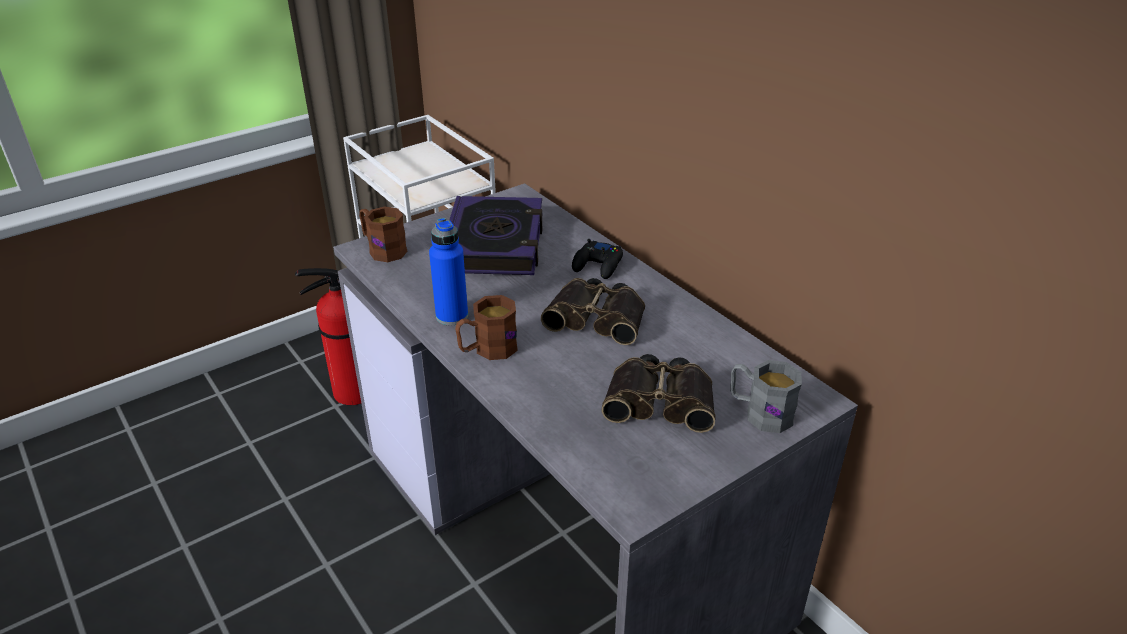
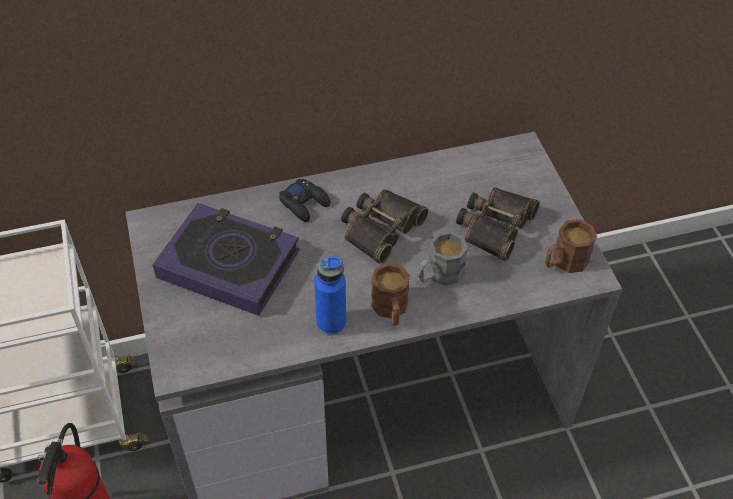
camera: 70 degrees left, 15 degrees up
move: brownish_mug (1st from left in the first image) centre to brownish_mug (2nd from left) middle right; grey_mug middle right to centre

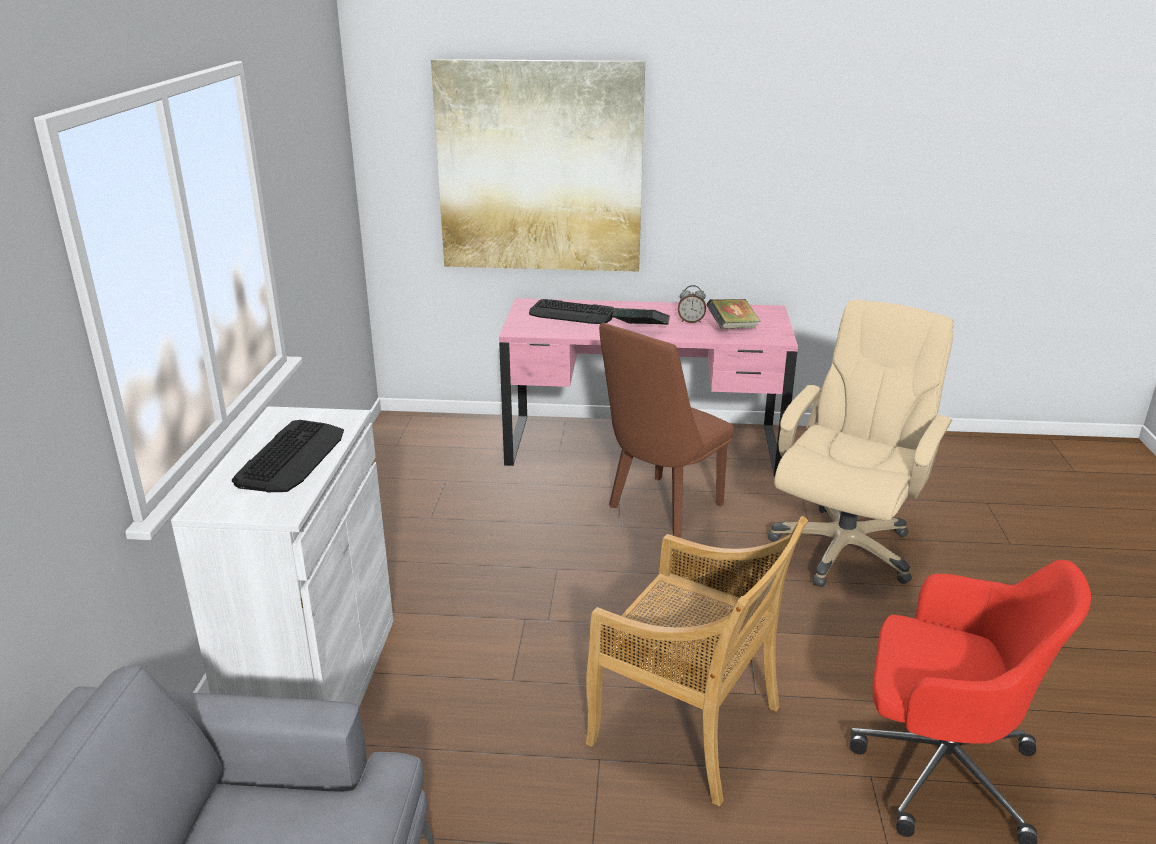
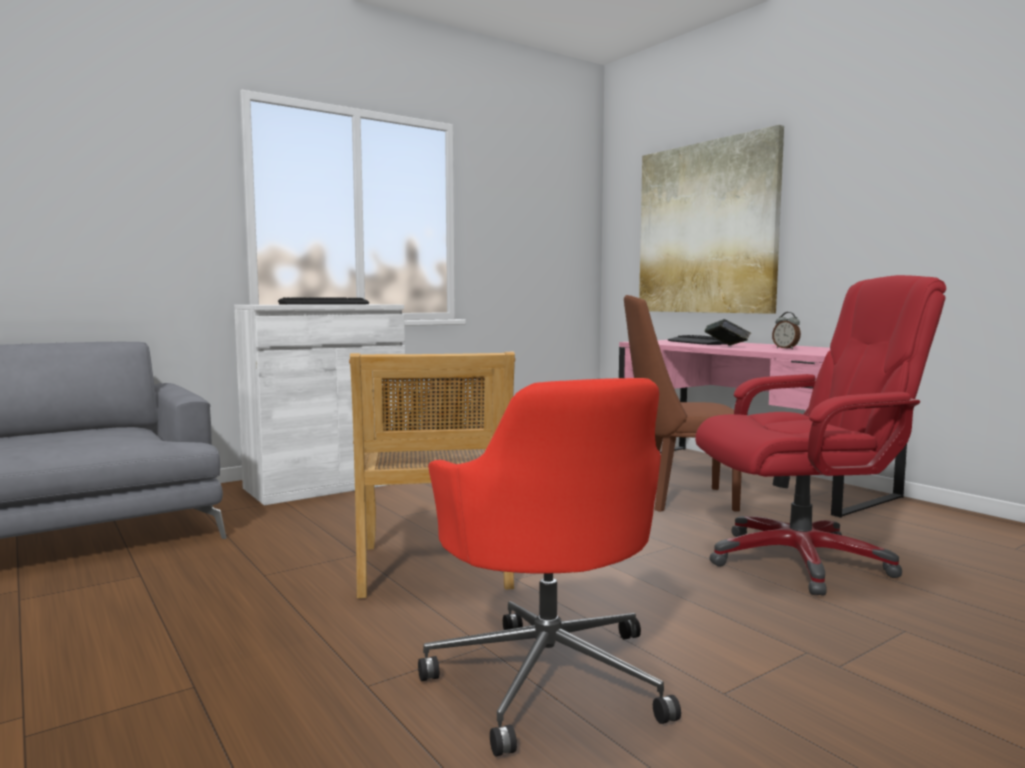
camera: 50 degrees right, 20 degrees down
delete: volume (2nd from left) centre
recolor: beige-coloured_computer_chair middle right to red-coloured_computer_chair (2nd from left) middle right

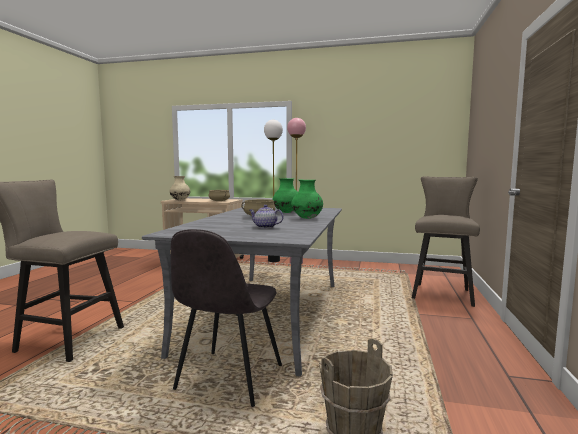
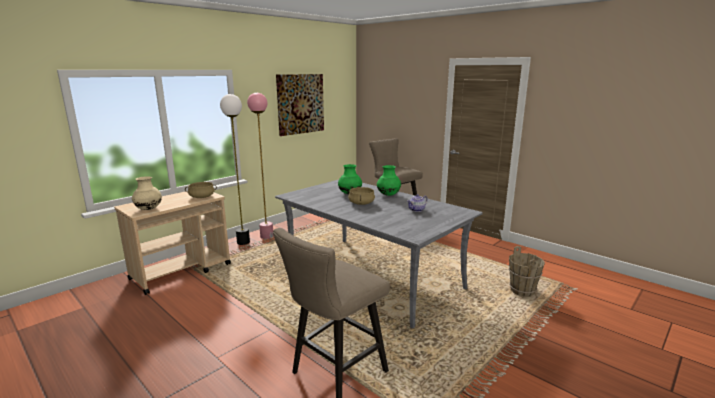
camera: 60 degrees left, 10 degrees up
delete: grey_upright_chair bottom centre
insert: wall_art top centre

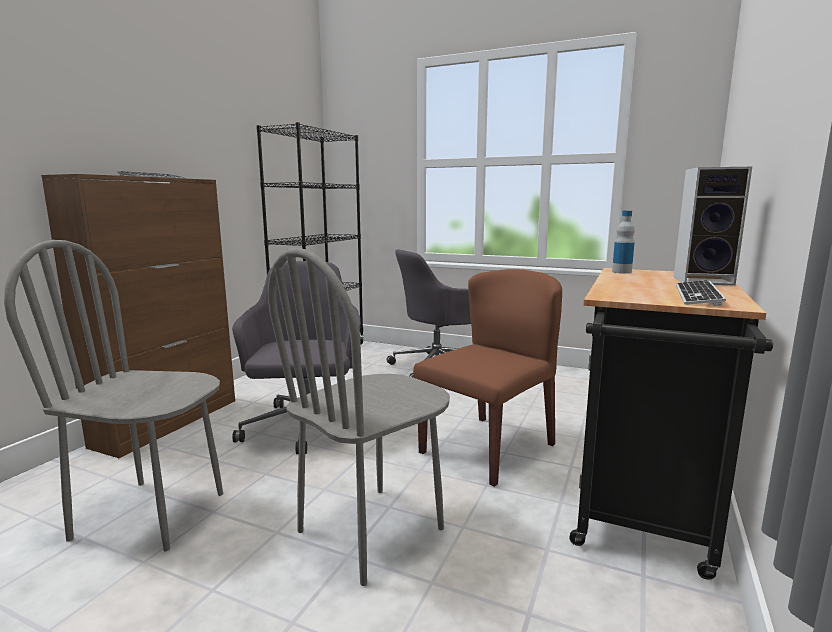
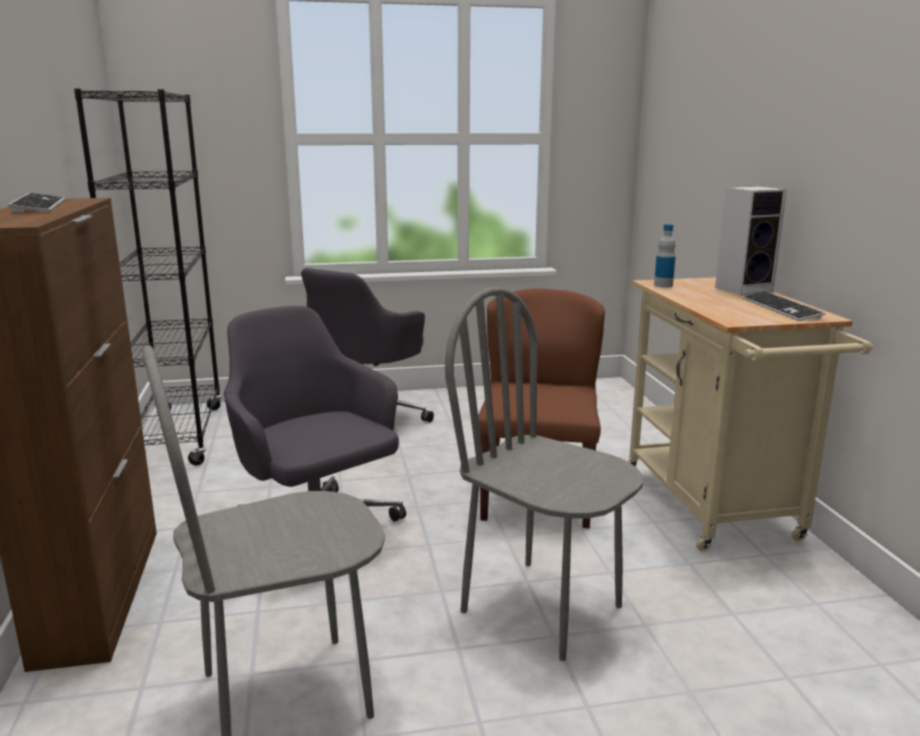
camera: 35 degrees left, 5 degrees up
recolor: black-coloured_cart bottom right to beige-coloured_cart middle right
rotate: grey_upright_chair (2nd from left) centre = centre 120 degrees clockwise

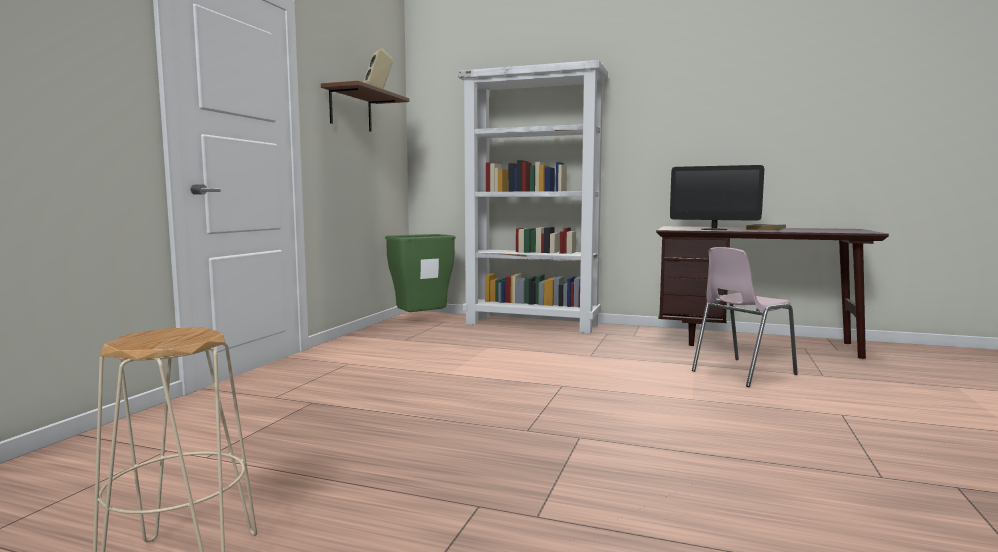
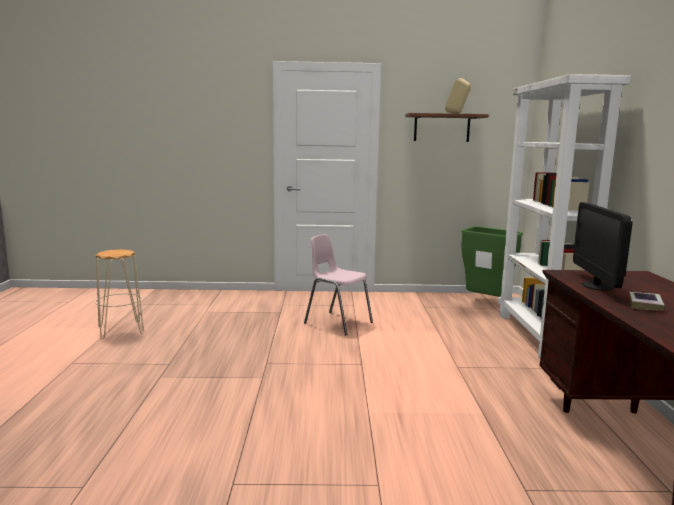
camera: 70 degrees right, 5 degrees up
move: pinkish_upright_chair middle right to centre

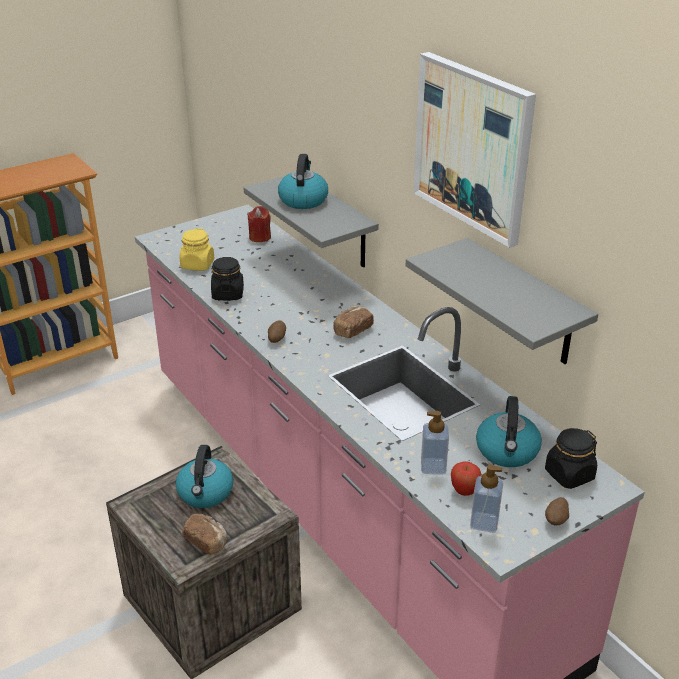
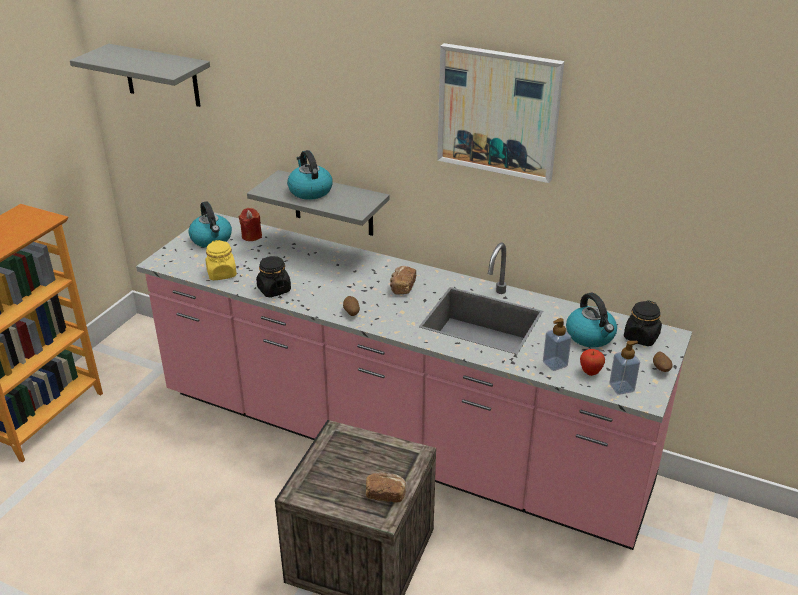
camera: 30 degrees left, 0 degrees up
move: kettle (1st from left) bottom left to middle left; grey_wall_shelf (2nd from left in the first image) middle right to grey_wall_shelf (1st from left) top left

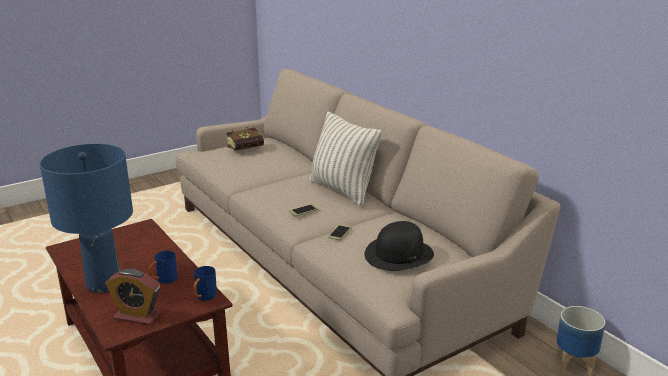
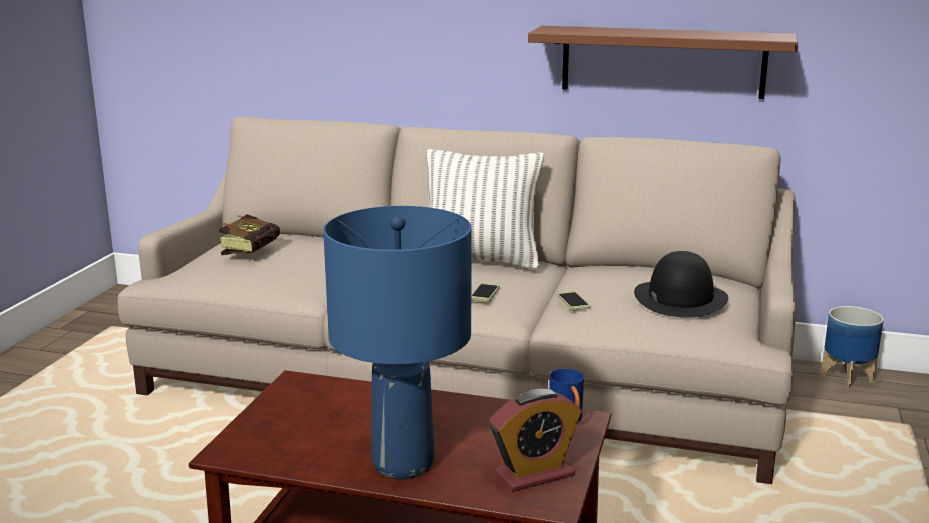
camera: 40 degrees left, 5 degrees down
delete: blue_mug (1st from left) bottom left
insert: brownish_wall_shelf top right

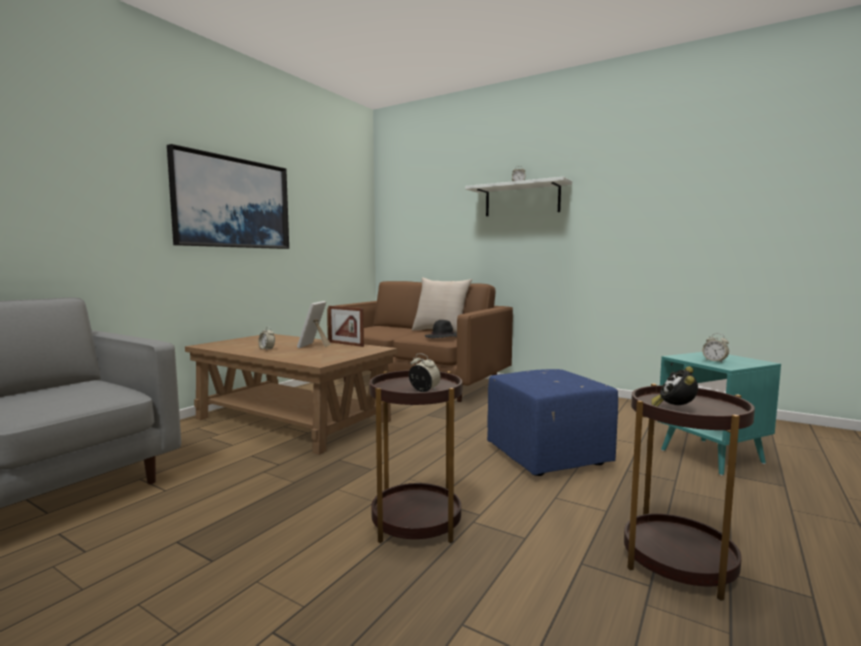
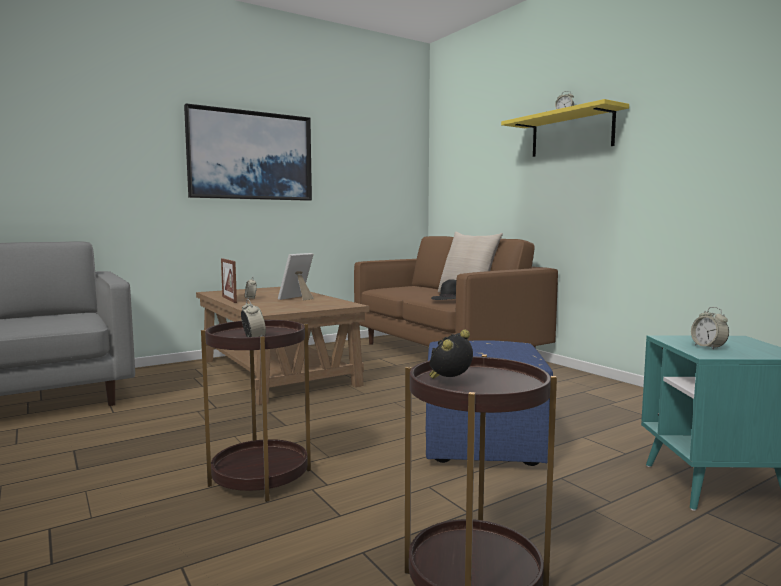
camera: 25 degrees right, 0 degrees up
move: photo_frame (2nd from left in the first image) centre to photo_frame (1st from left) middle left
recolor: white-coloured_wall_shelf top centre to yellowish_wall_shelf top right

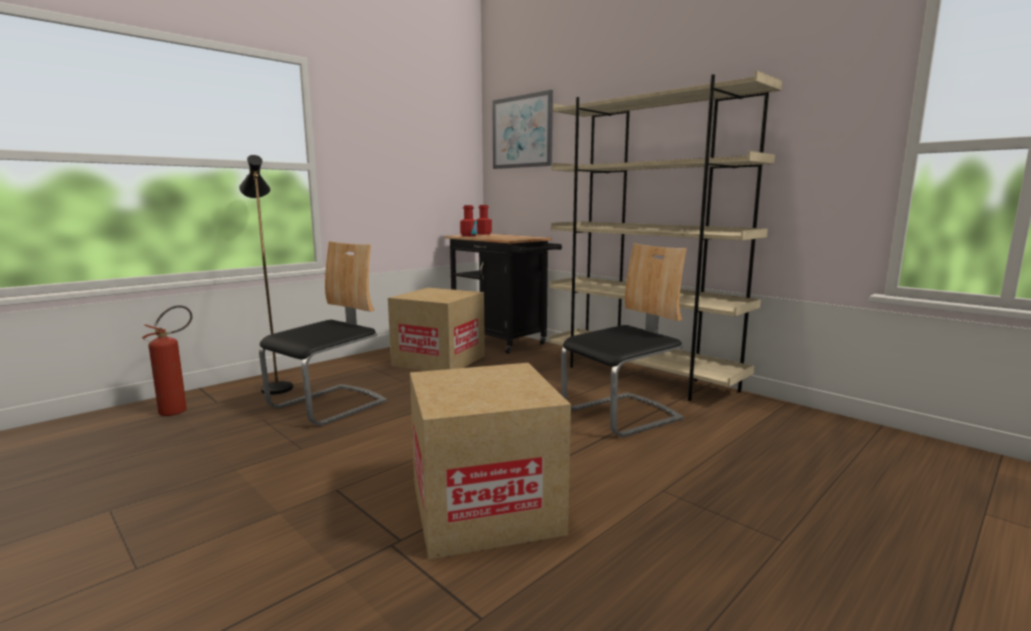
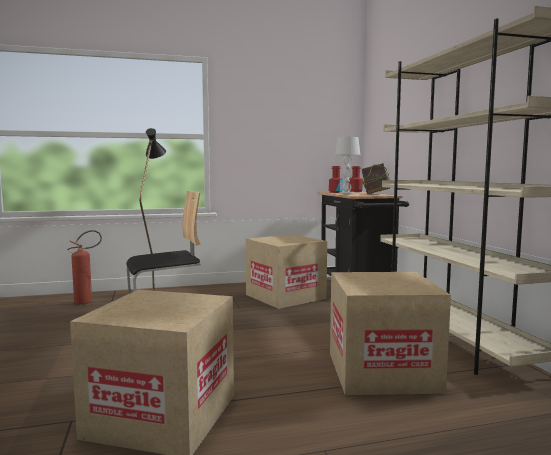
camera: 30 degrees right, 5 degrees down
delete: wall_art top centre
insert: white-coloured_lamp_for_a_table centre; volume middle right
replace: upright_chair (2nd from left) centre to carton (3rd from left) bottom right

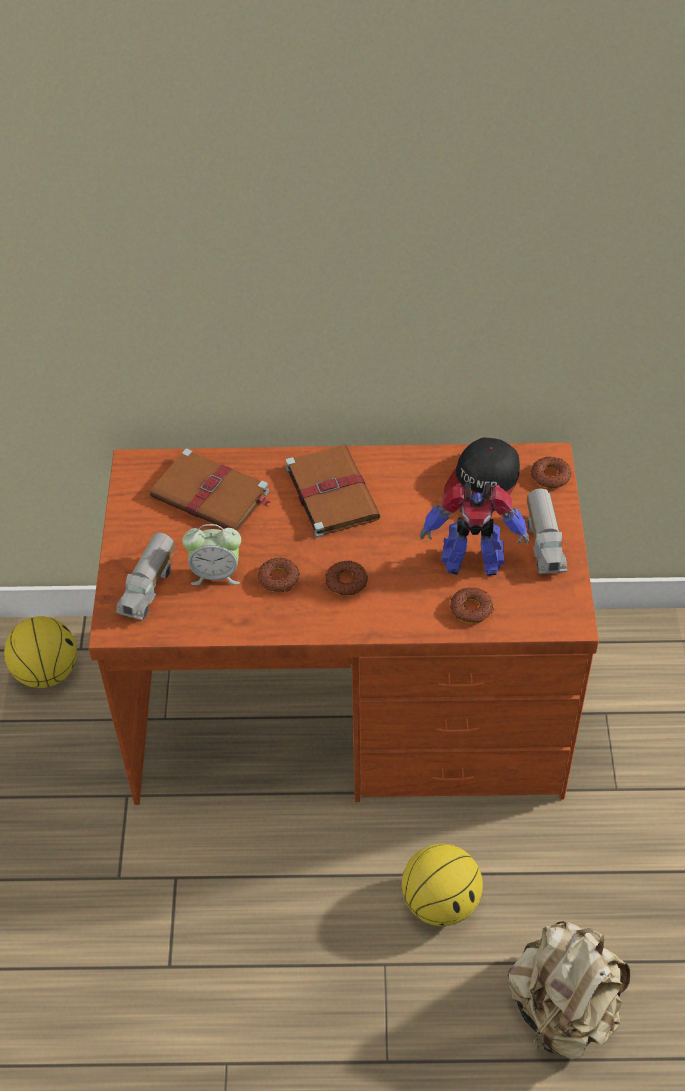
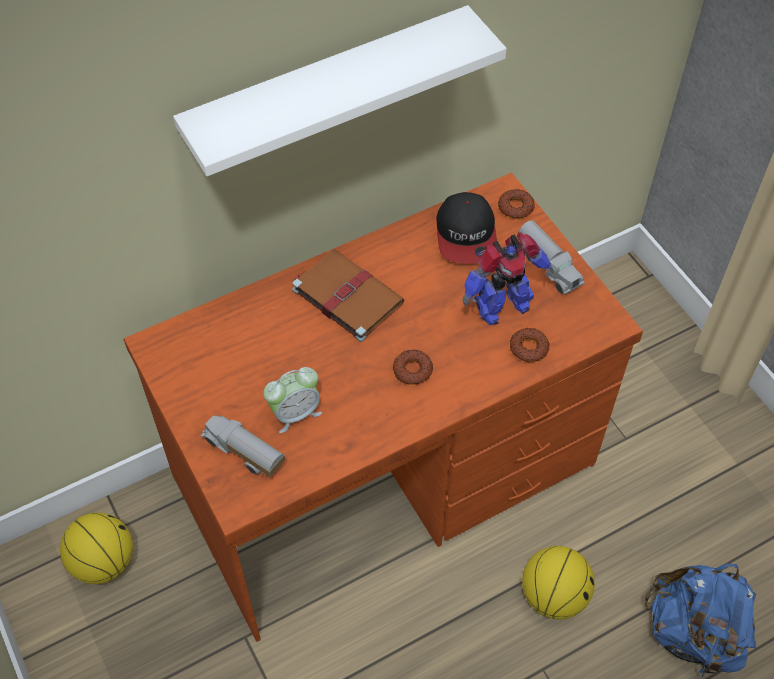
camera: 30 degrees left, 5 degrees up
delete: brownish_volume (1st from left) middle left; donut (1st from left) centre
insert: white-coloured_wall_shelf top centre
recolor: beige-coloured_knapsack bottom right to blue_knapsack bottom right
rotate: toy_truck (1st from left) middle left = middle left 135 degrees clockwise

